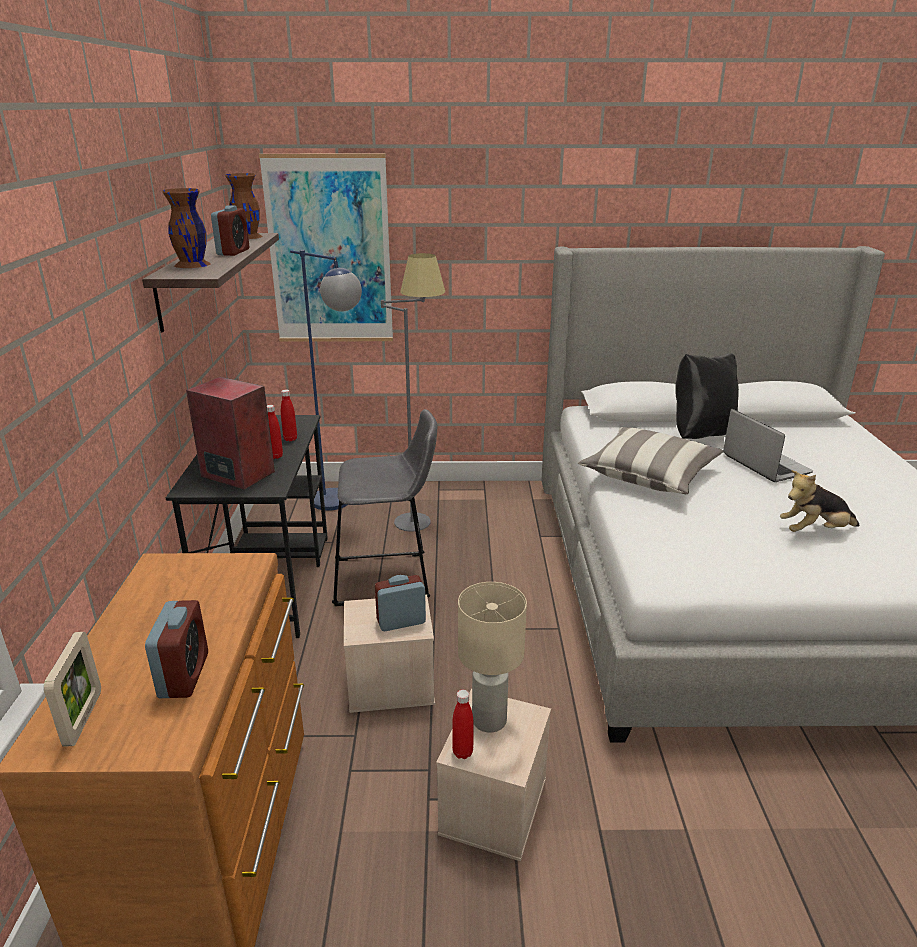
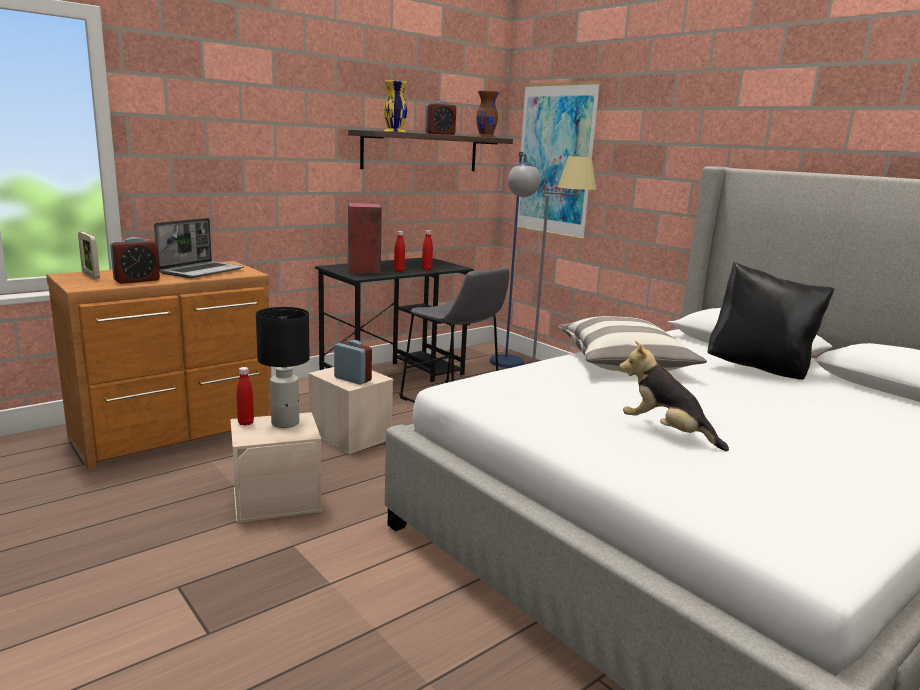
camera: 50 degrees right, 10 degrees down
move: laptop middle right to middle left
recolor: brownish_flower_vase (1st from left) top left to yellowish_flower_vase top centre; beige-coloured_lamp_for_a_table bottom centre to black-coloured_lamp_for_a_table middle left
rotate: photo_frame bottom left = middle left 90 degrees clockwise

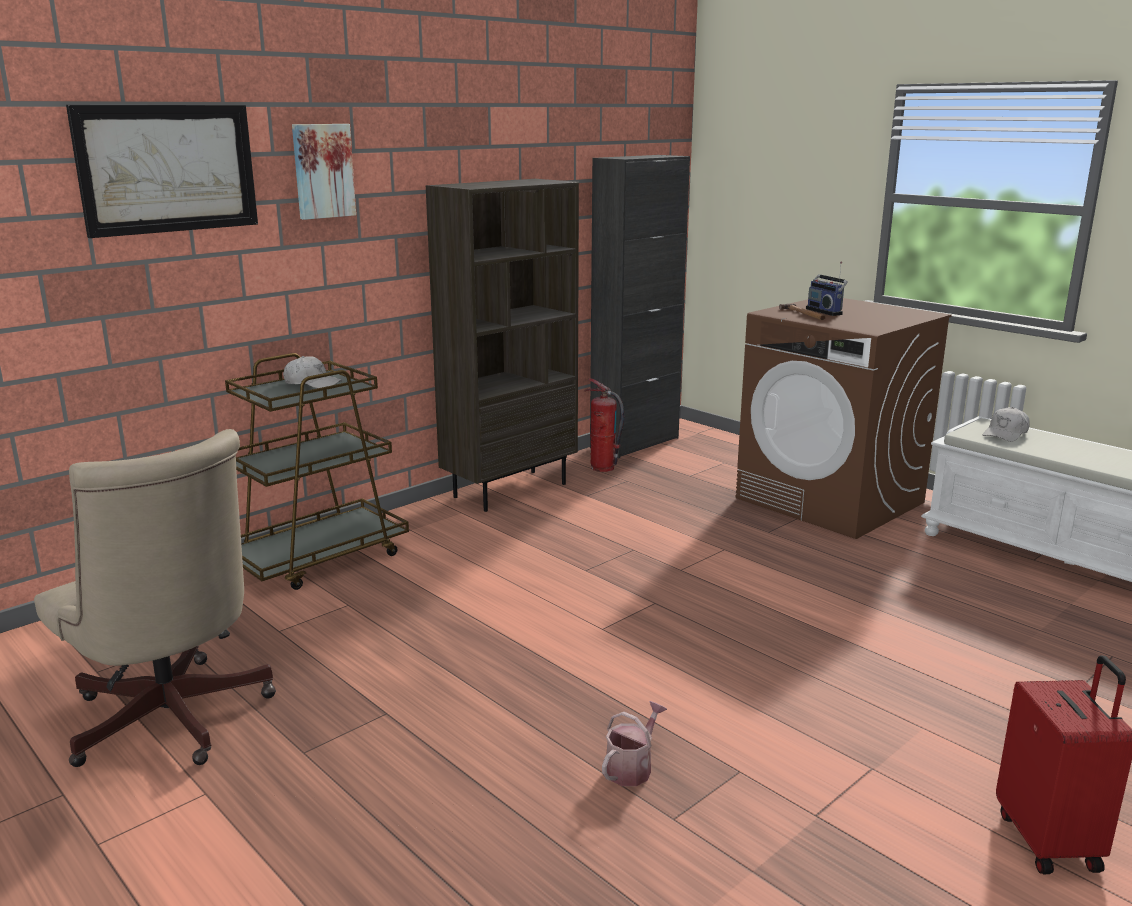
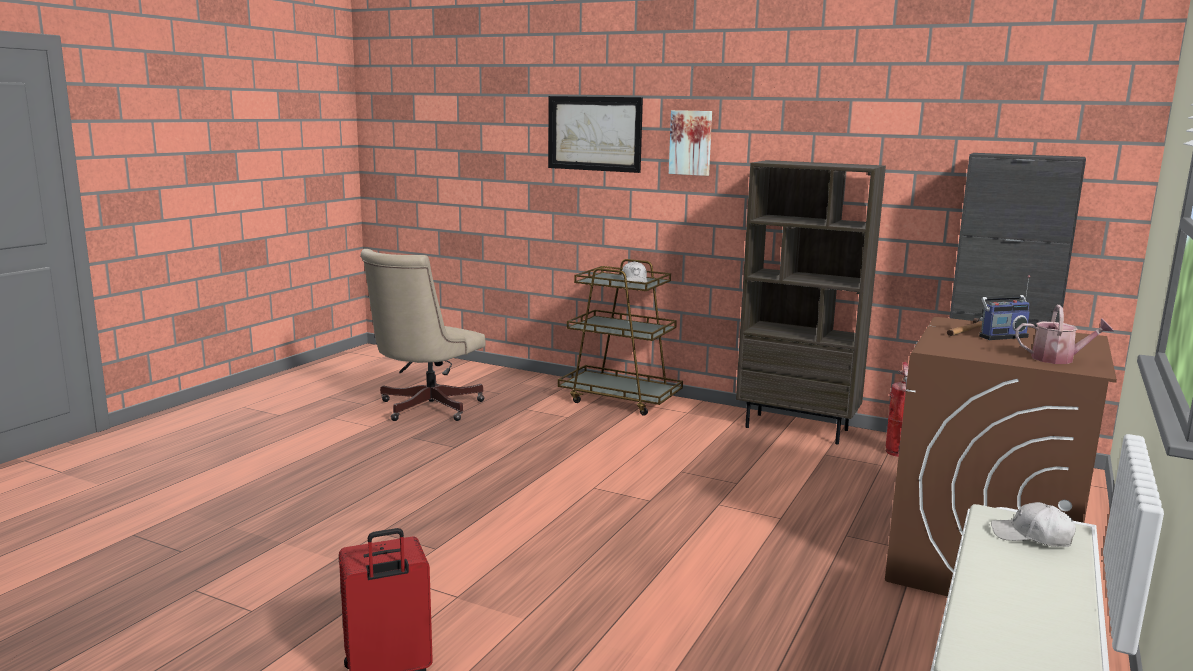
camera: 70 degrees right, 5 degrees down
move: sprinkling_can bottom centre to middle right
rotate: radio top right = middle right 150 degrees counterclockwise

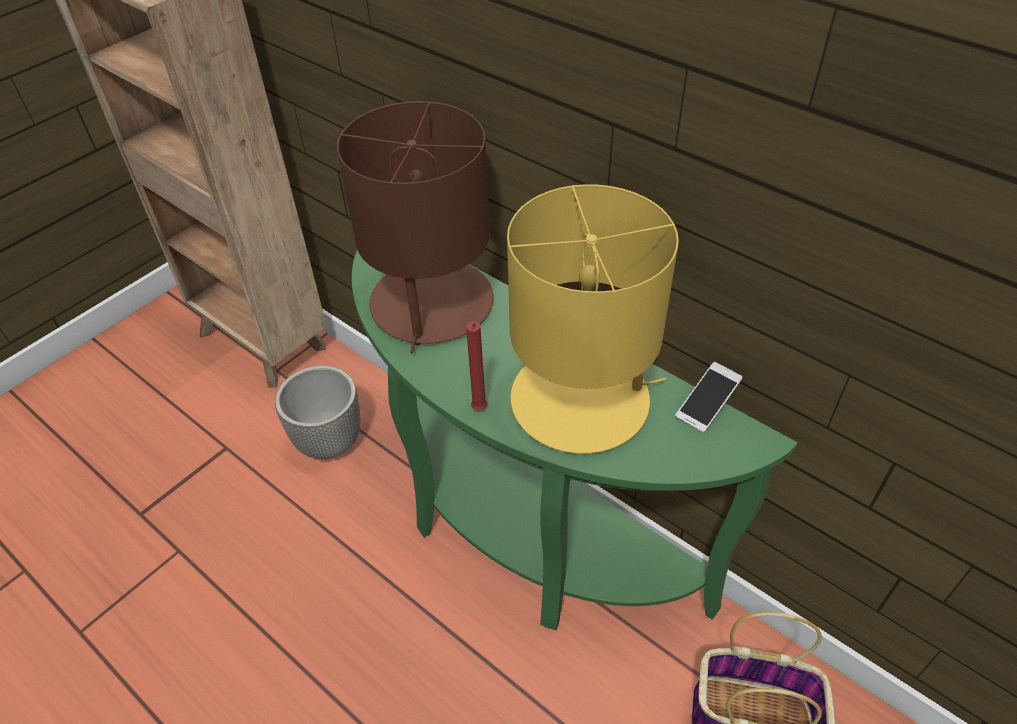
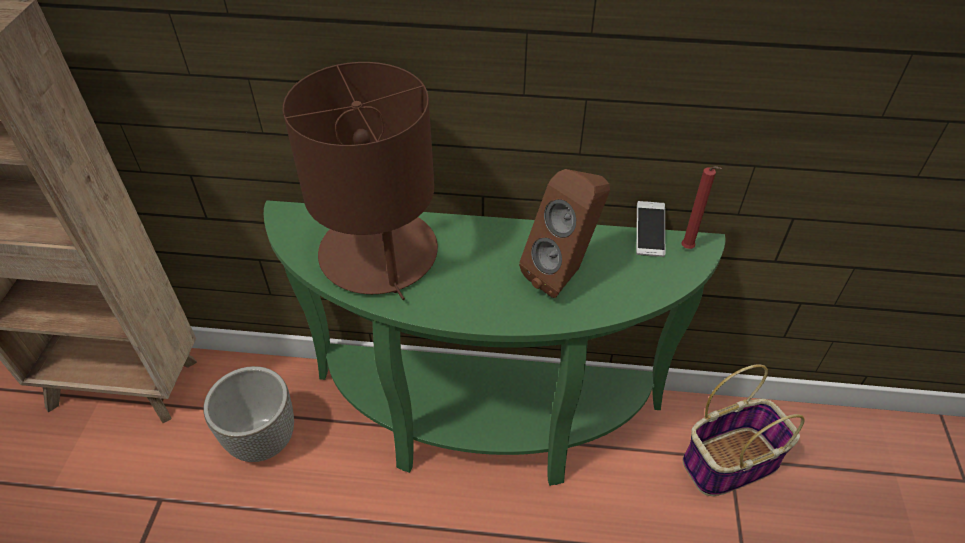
camera: 35 degrees left, 0 degrees up
move: red-coloured_candle centre to middle right
replace: yellowish_lamp_for_a_table centre to brownish_speaker centre

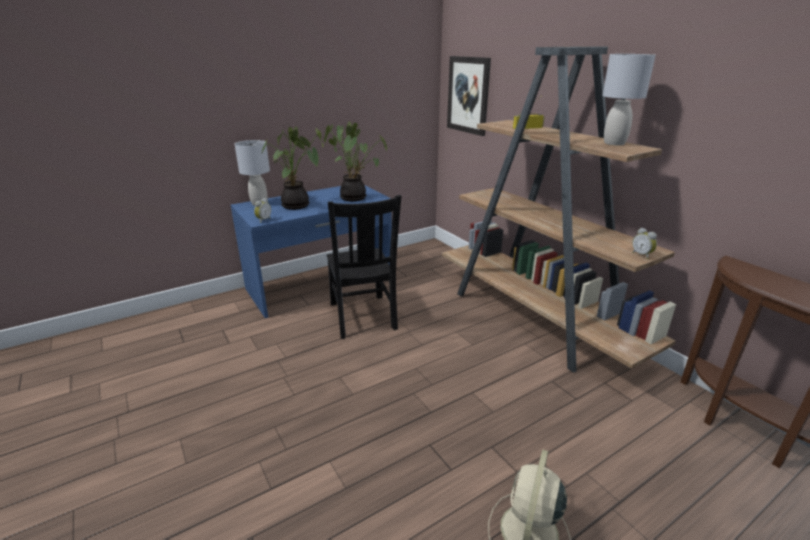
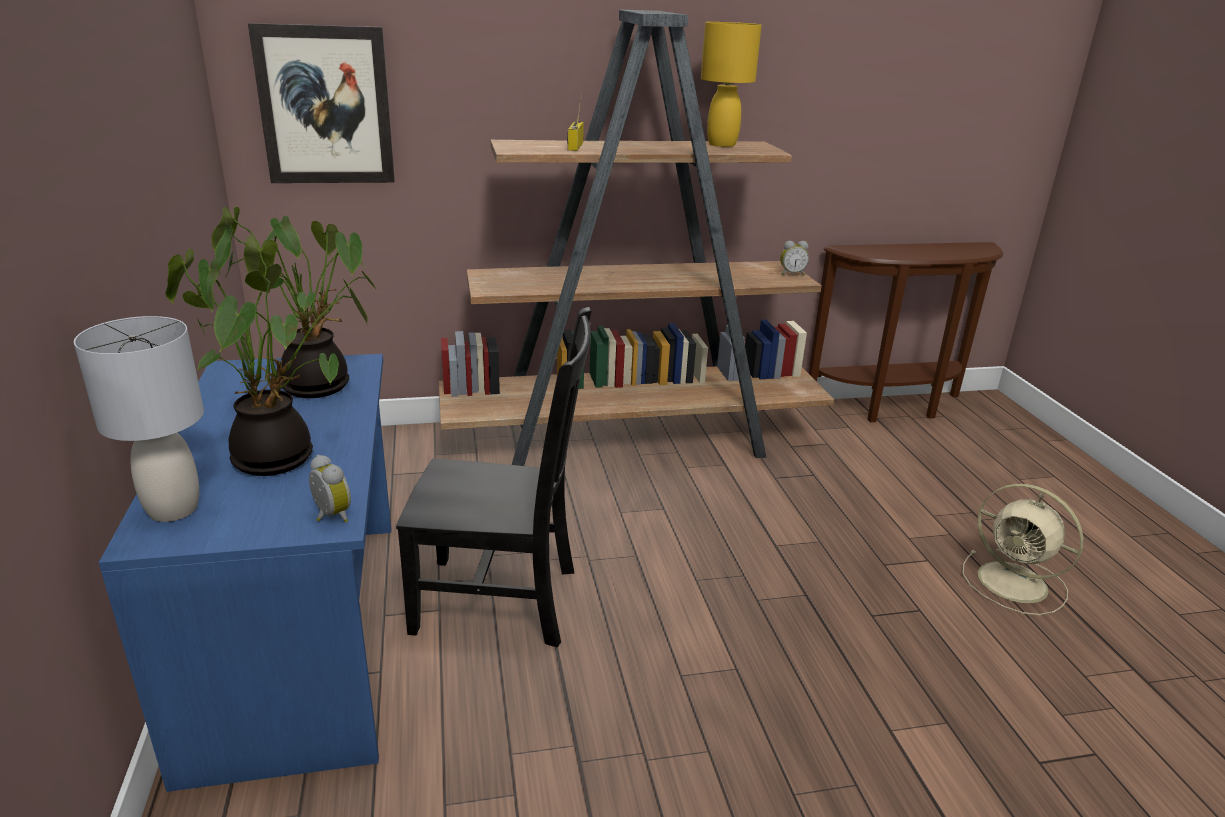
camera: 70 degrees left, 0 degrees up
recolor: grey_lamp_for_a_table (2nd from left) top right to yellowish_lamp_for_a_table top centre

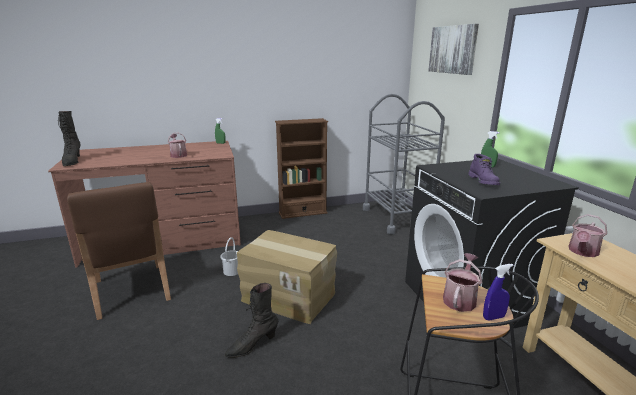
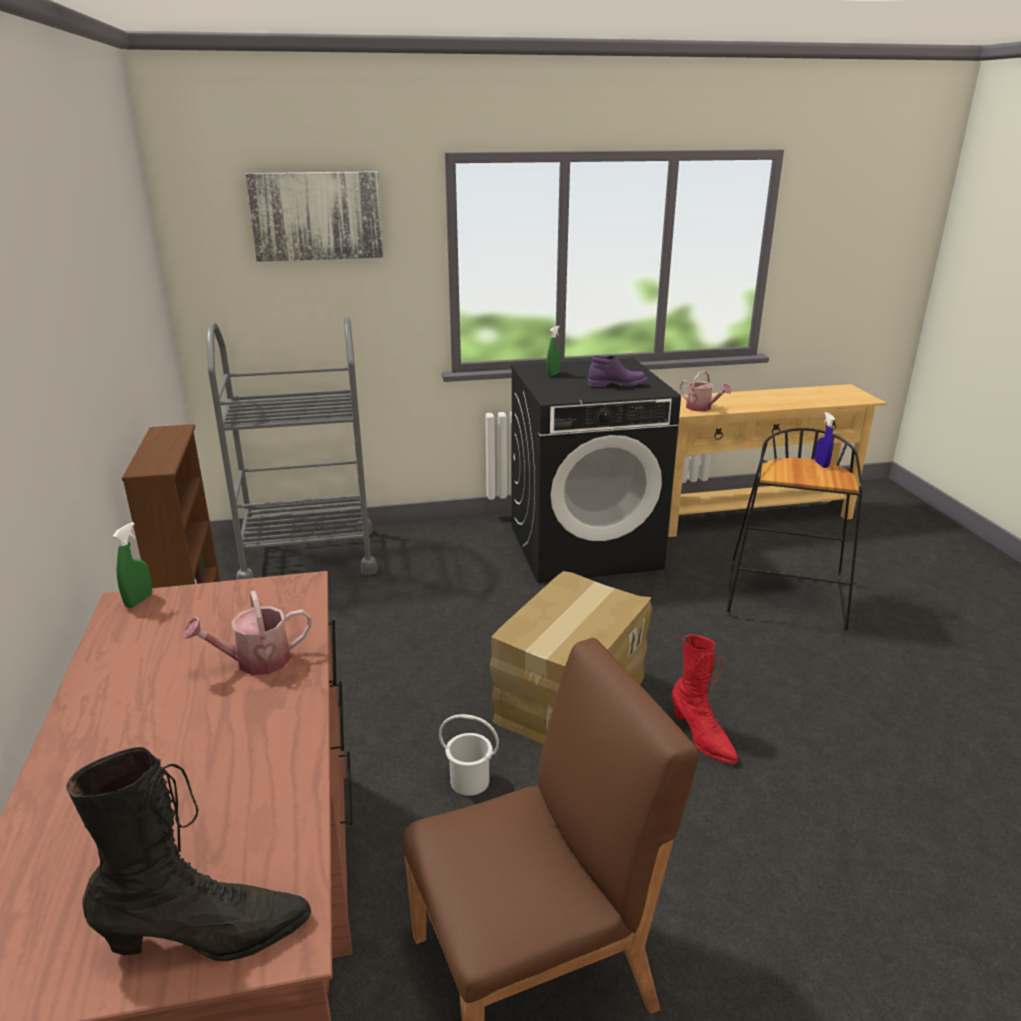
camera: 85 degrees left, 5 degrees up
delete: sprinkling_can (2nd from left) bottom right
recolor: black-coloured_high-top_boot (2nd from left) bottom centre to red-coloured_high-top_boot bottom right

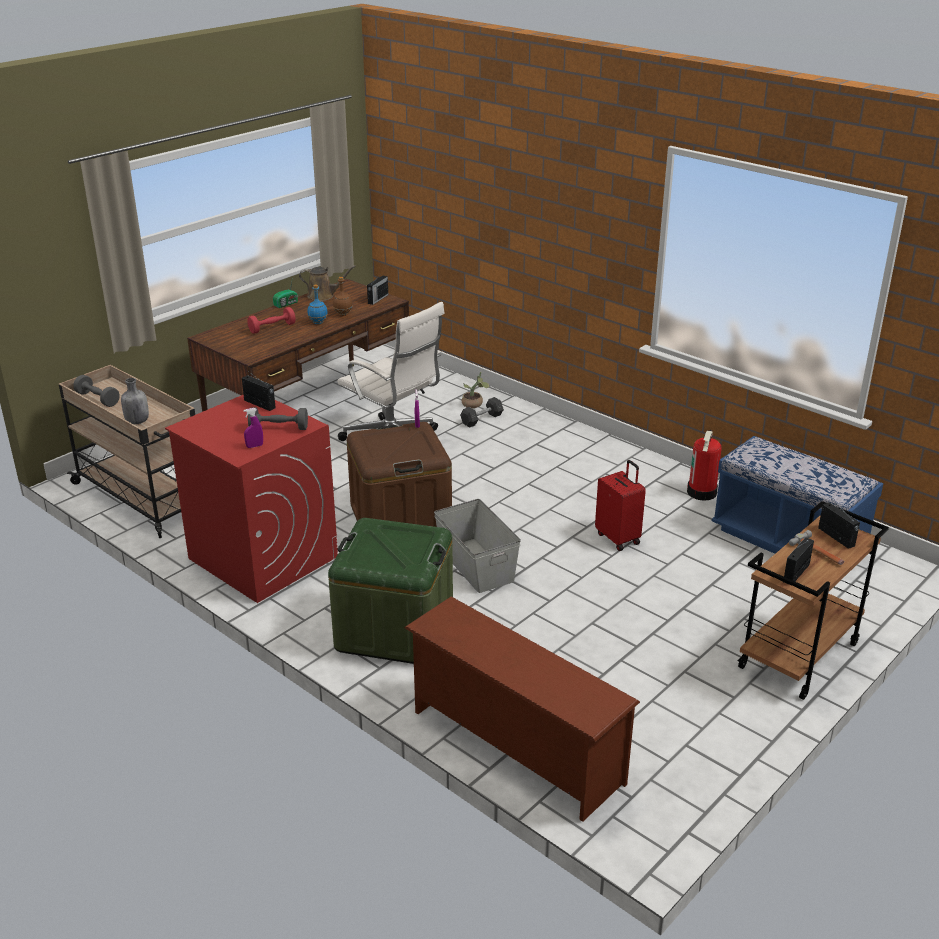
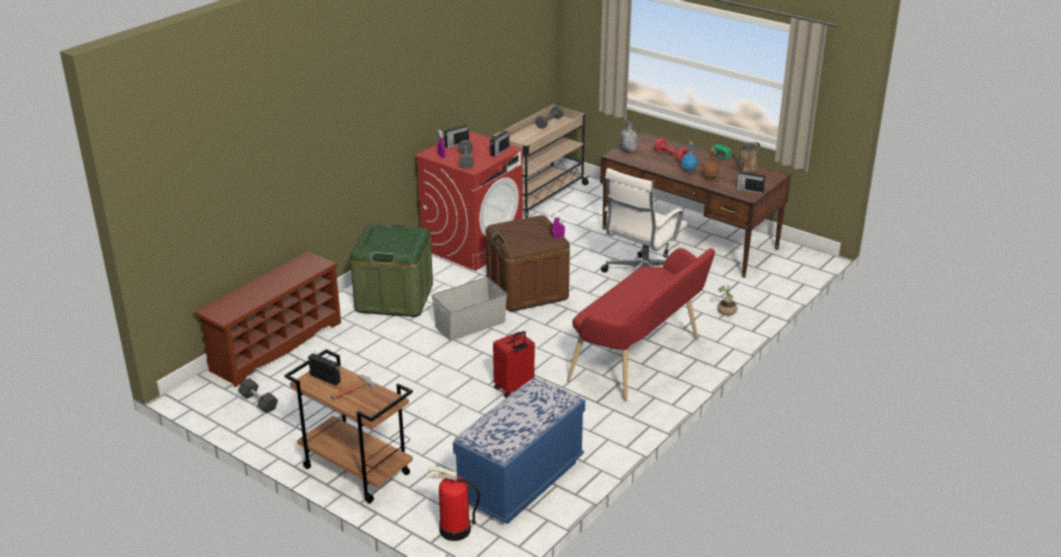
camera: 85 degrees right, 0 degrees up
insert: red-coloured_bench centre
move: grey_beverage_bottle middle left to top centre; grey_free_weight (3rd from left in the first image) centre to grey_free_weight (1st from left) bottom left; extinguisher middle right to bottom centre; radio (5th from left in the first image) middle right to radio (2nd from left) top centre
rotate: brownish_sprinkling_can top centre = top right 45 degrees clockwise

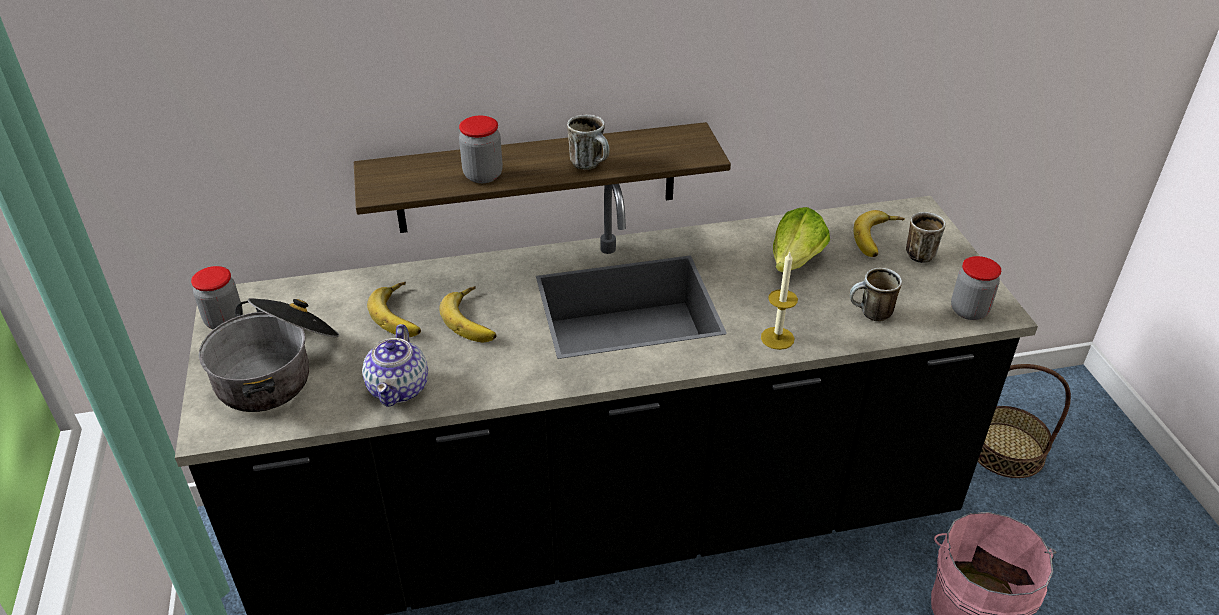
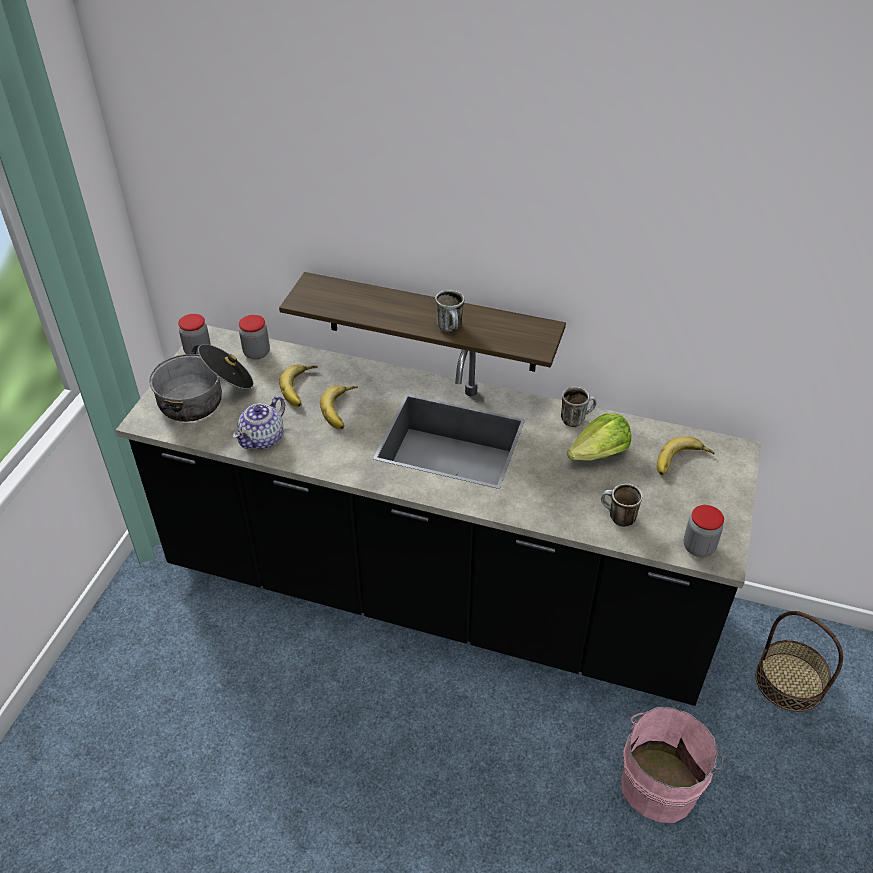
camera: 30 degrees right, 5 degrees up
delete: candle centre
move: storage_jar (2nd from left) top centre to middle left; mug (3rd from left in the first image) middle right to mug (2nd from left) centre

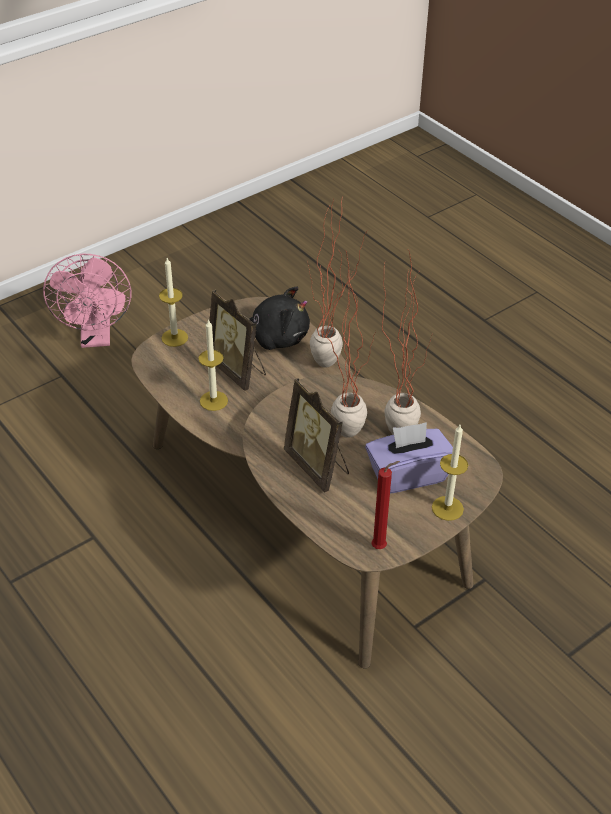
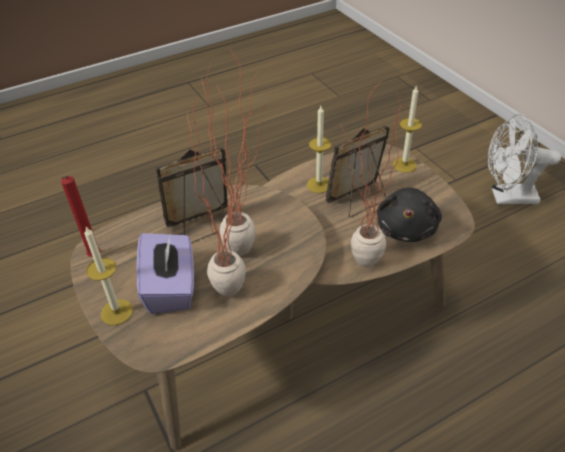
camera: 100 degrees right, 0 degrees up
recolor: pinkish_fan middle left to white-coloured_fan middle right

